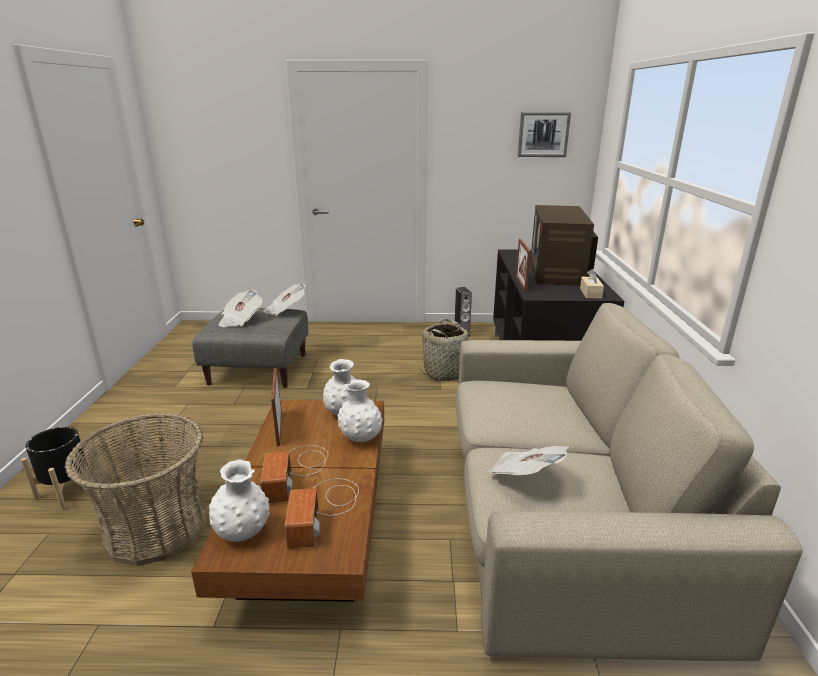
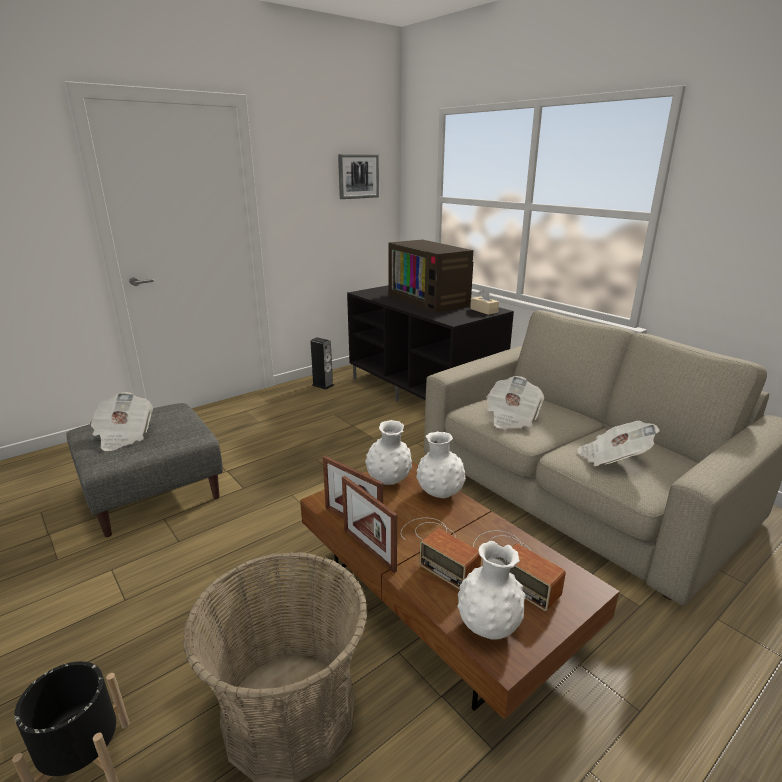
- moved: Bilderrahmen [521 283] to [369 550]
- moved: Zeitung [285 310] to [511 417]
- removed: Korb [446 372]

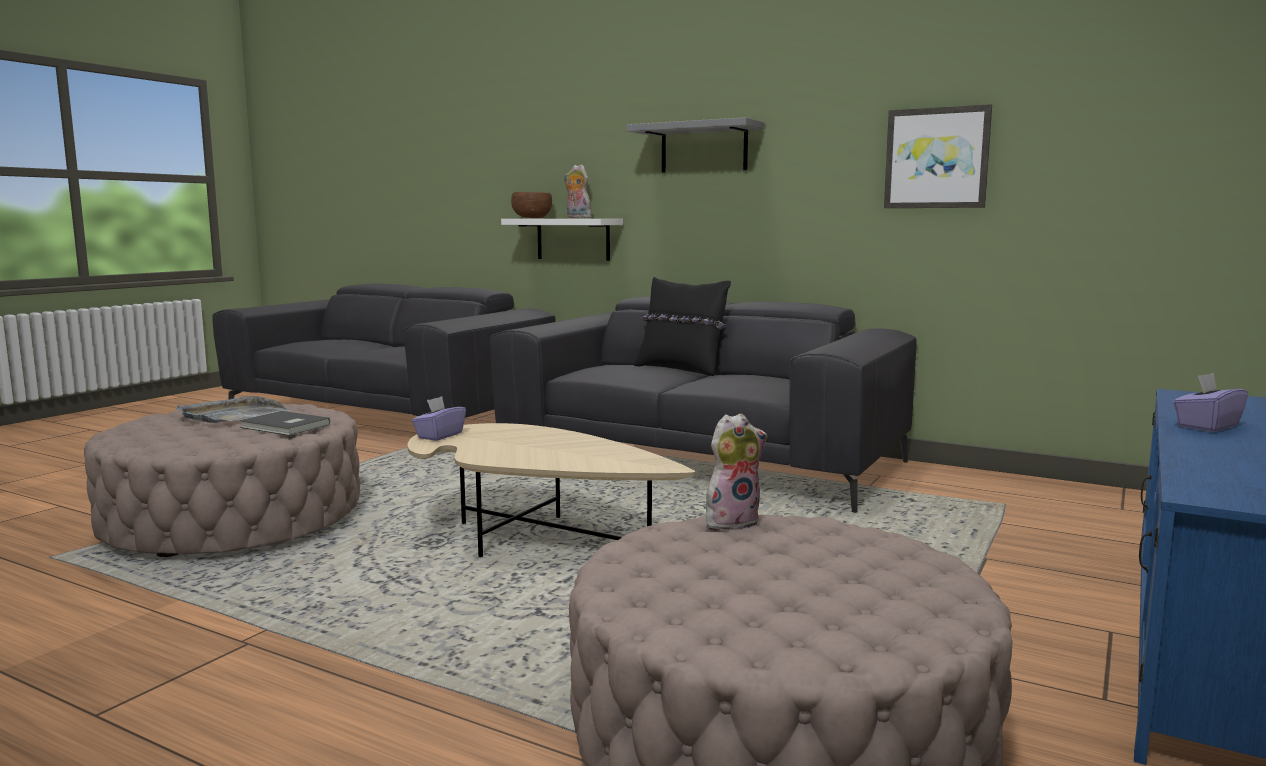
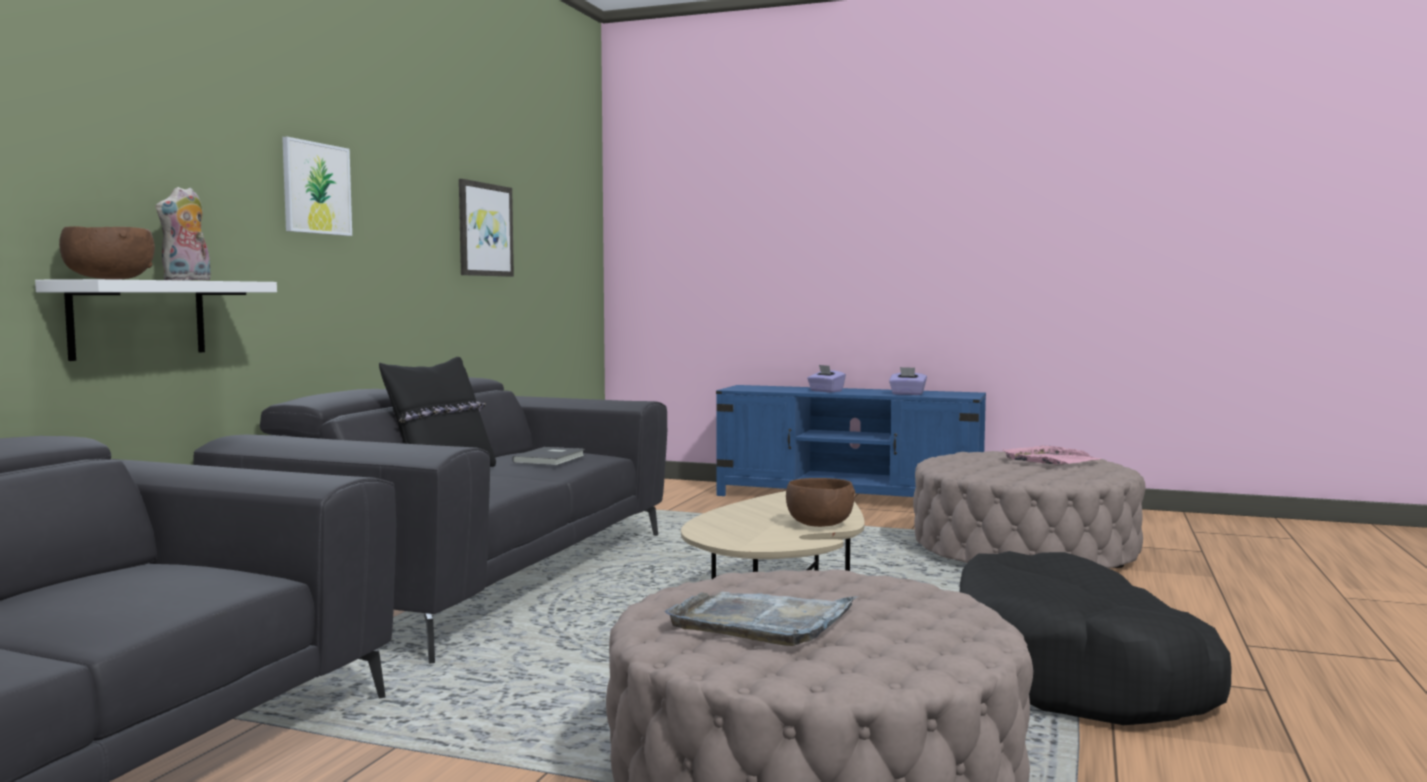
- replaced: Wandregal/grau [704 148] to Bild [316 188]
- moved: Buch/grau [284 426] to [551 459]
- added: Schüssel/braun [819 525]
- moved: Taschentuchbox/lila [439 435] to [907 394]
- added: Hundebett/schwarz [1078 674]
- added: Tablett/rosa [1050 460]
- removed: Plüschtier [732 521]

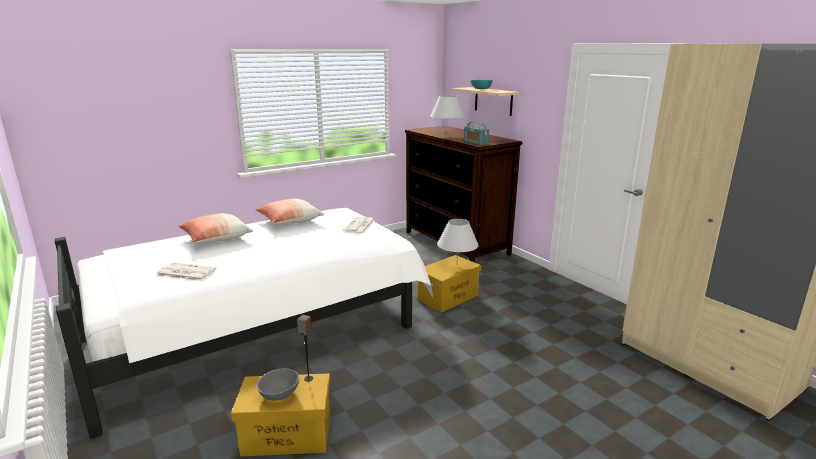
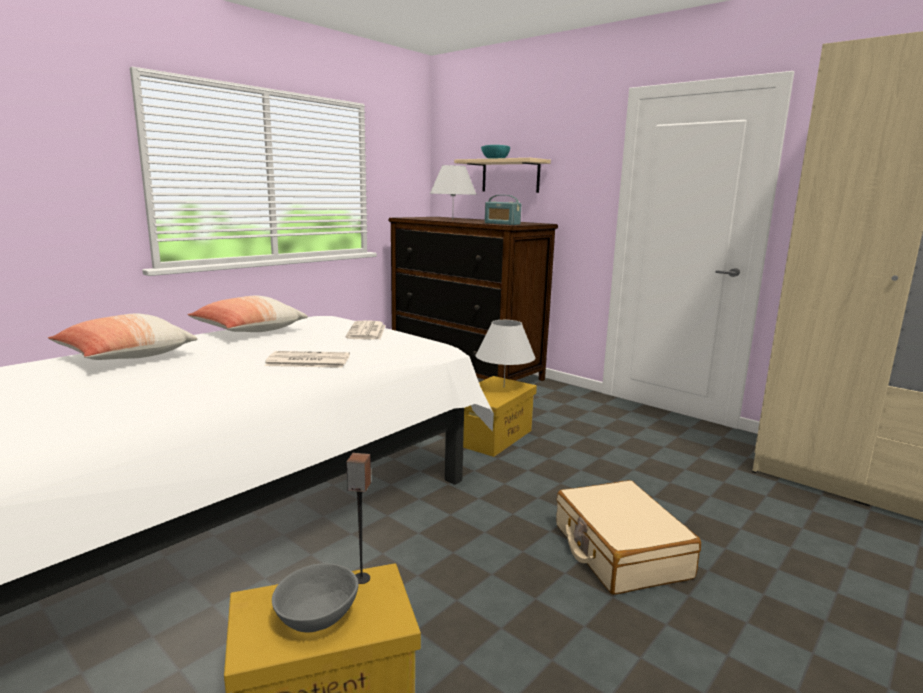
- moved: Zeitung [185 272] to [307 361]
- added: Koffer/beige [619 551]

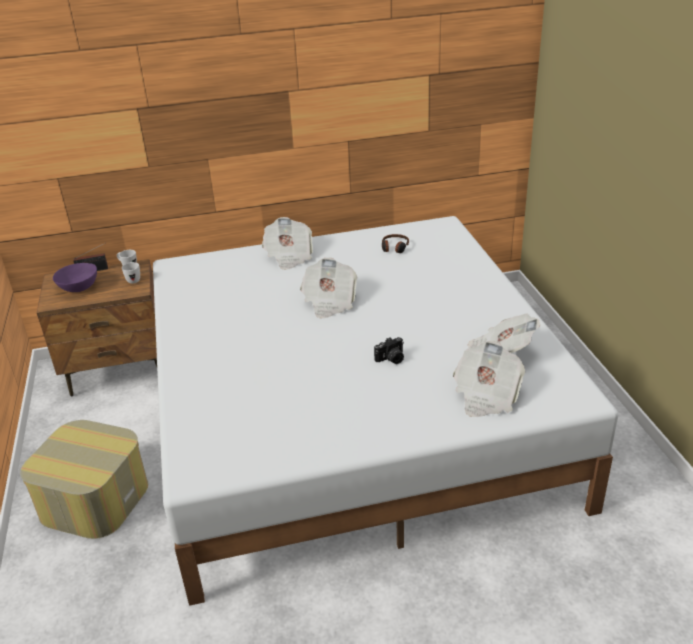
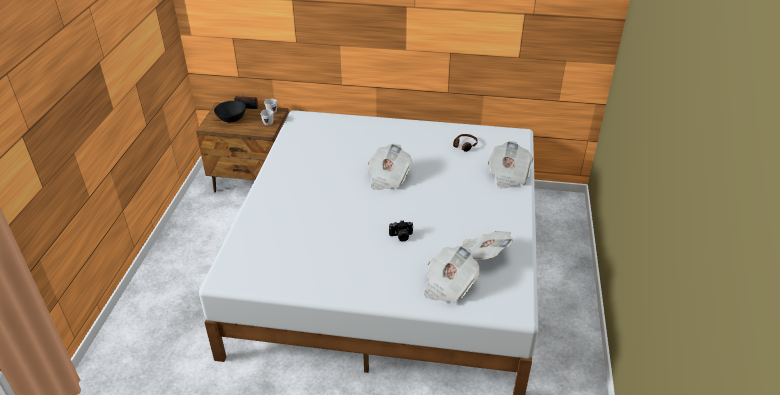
- recoloured: Schüssel/lila [78 287] to Schüssel/schwarz [231 118]
- moved: Zeitung [289 256] to [508 175]
- removed: Polsterhocker [94 498]

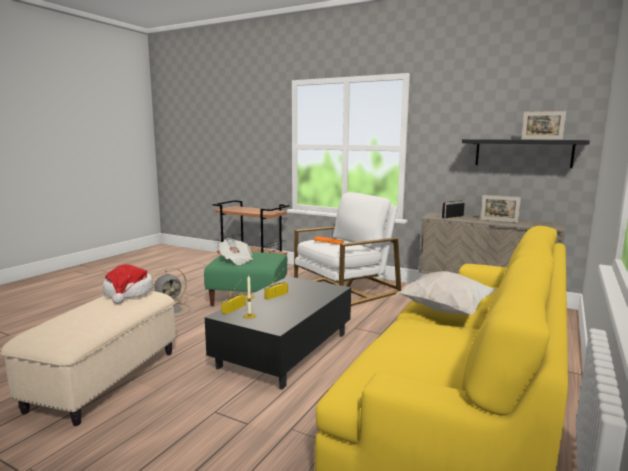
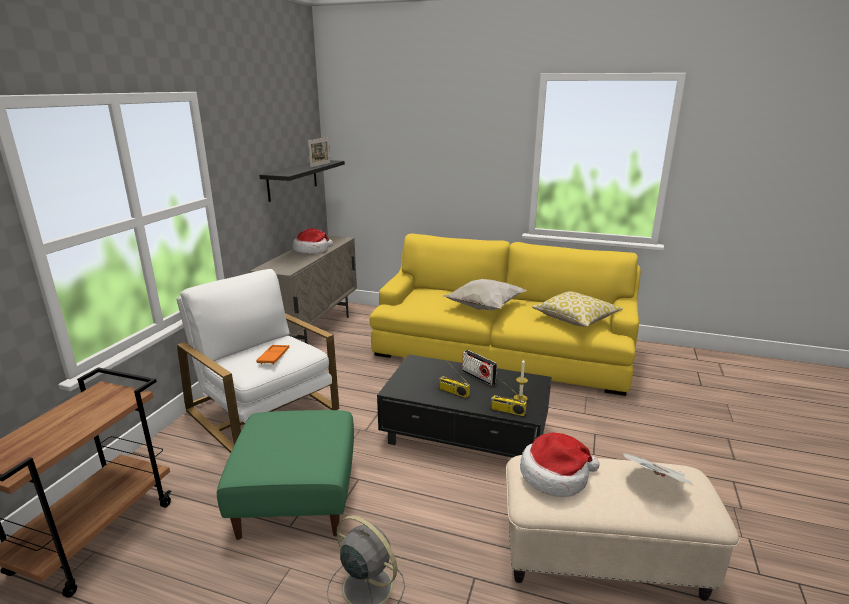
- replaced: Bilderrahmen [499 221] to Hut [312 250]
- moved: Radio [452 217] to [478 377]
- added: Kissen [575 318]
- moved: Zeitung [236 260] to [657 483]

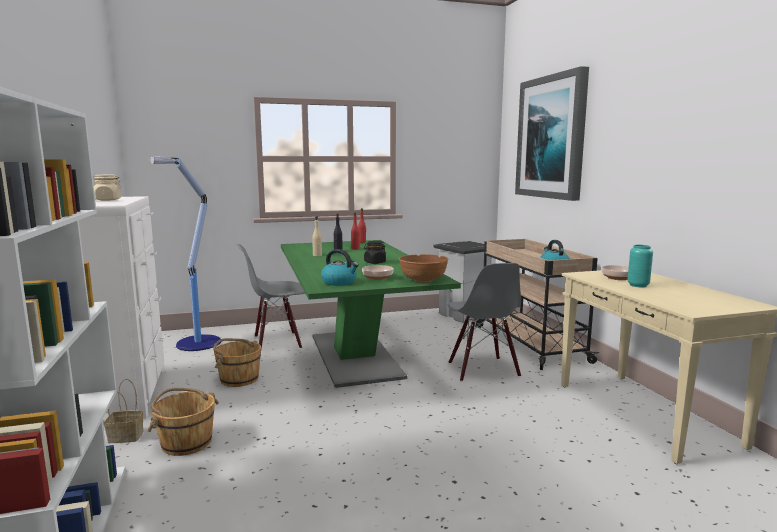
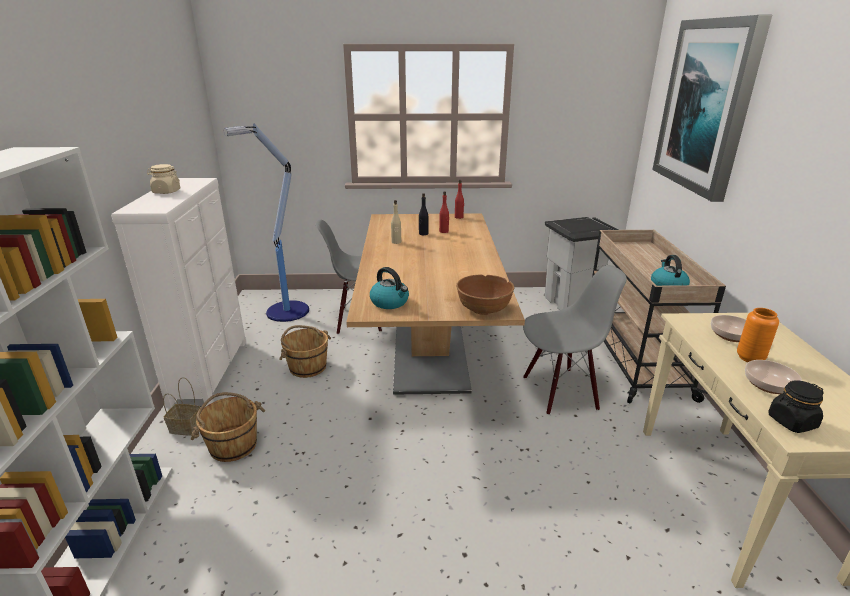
- recoloured: Esstisch/grün [354 356] to Esstisch/beige [429 351]
- turned: Stuhl/grau [482 370] = [559 392] 105 degrees counterclockwise
- recoloured: Vase/türkis [638 285] to Vase/orange [750 358]
- moved: Schüssel [378 278] to [769 386]
- moved: Vorratsglas/schwarz [374 262] to [791 422]

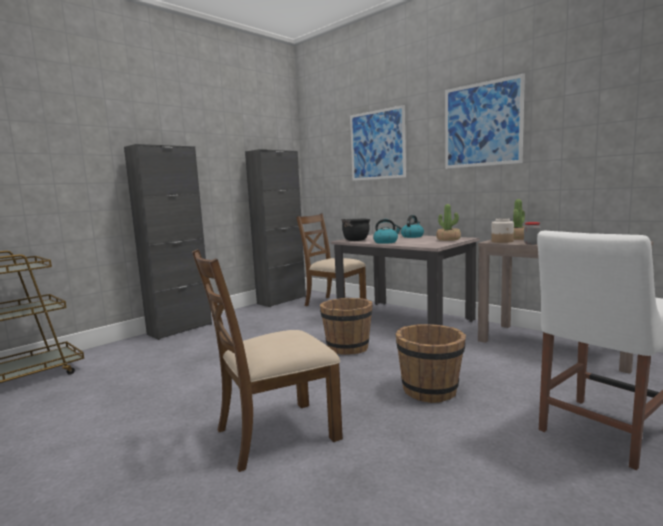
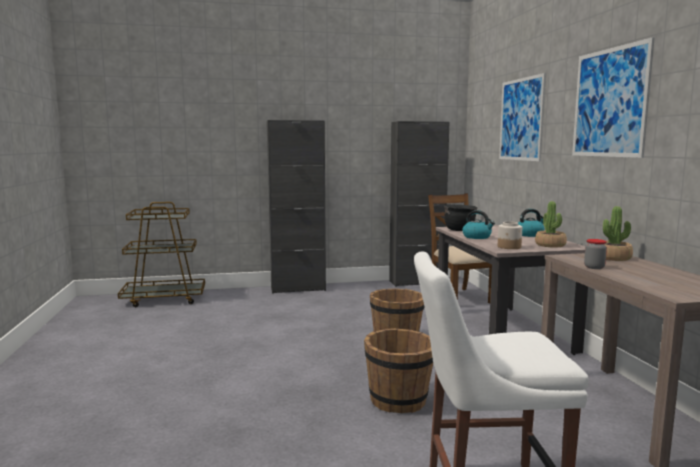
- moved: Vorratsglas [502 241] to [509 247]
- removed: Stuhl/braun [275 433]

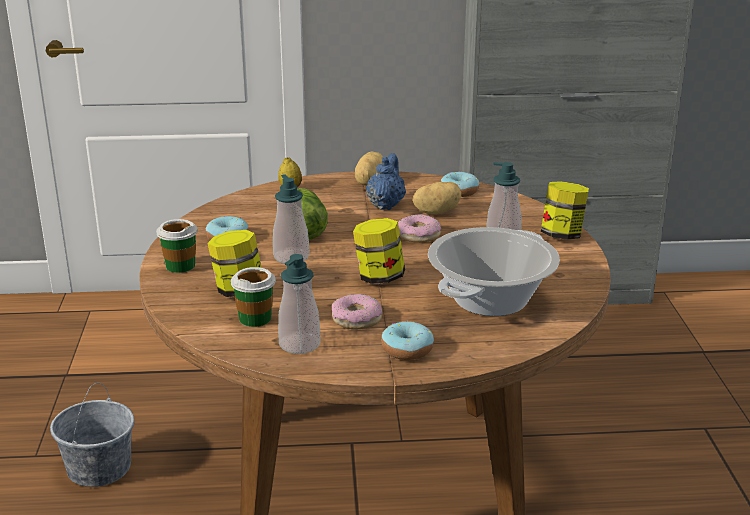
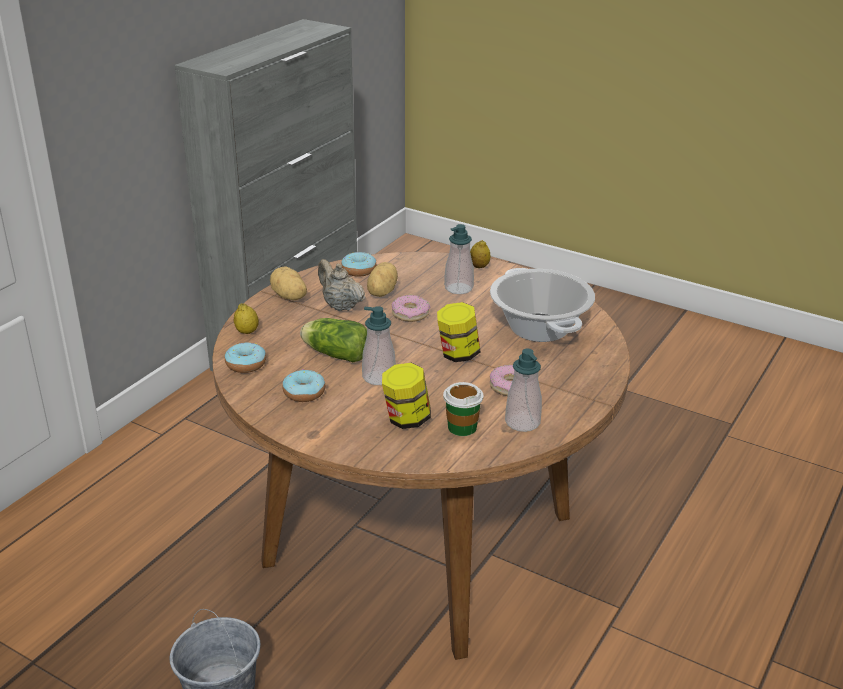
- moved: Donut [407 349] to [246 364]
- recoloured: Teekanne/blau [386 205] to Teekanne/beige [340 306]
- replaced: Vorratsglas [562 235] to Zitrone [479 266]
- removed: Tasse [180 266]

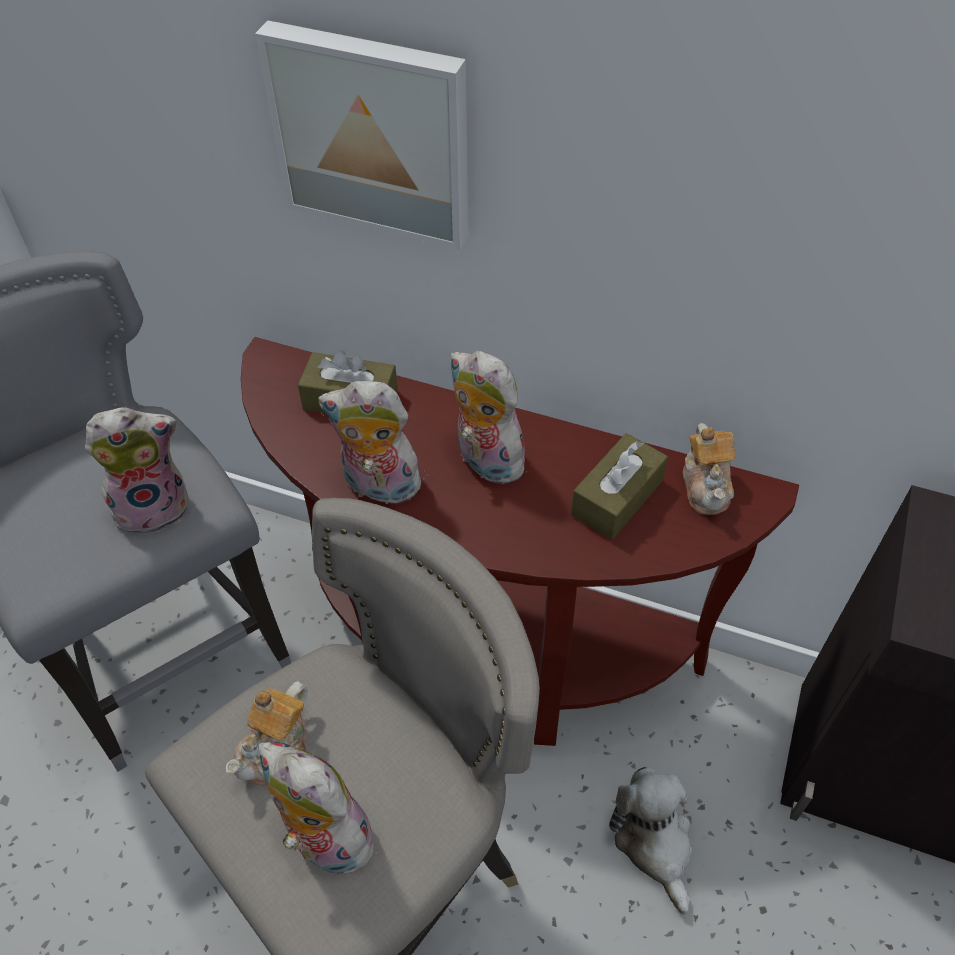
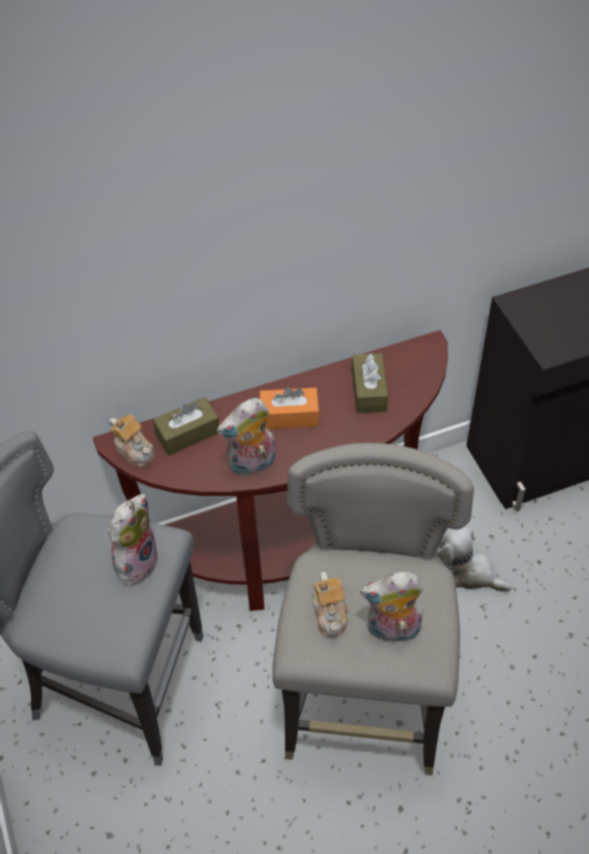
- moved: Teekanne [706 485] to [134 450]
- replaced: Plüschtier [484 460] to Taschentuchbox/orange [289 416]
- removed: Bild [373 133]

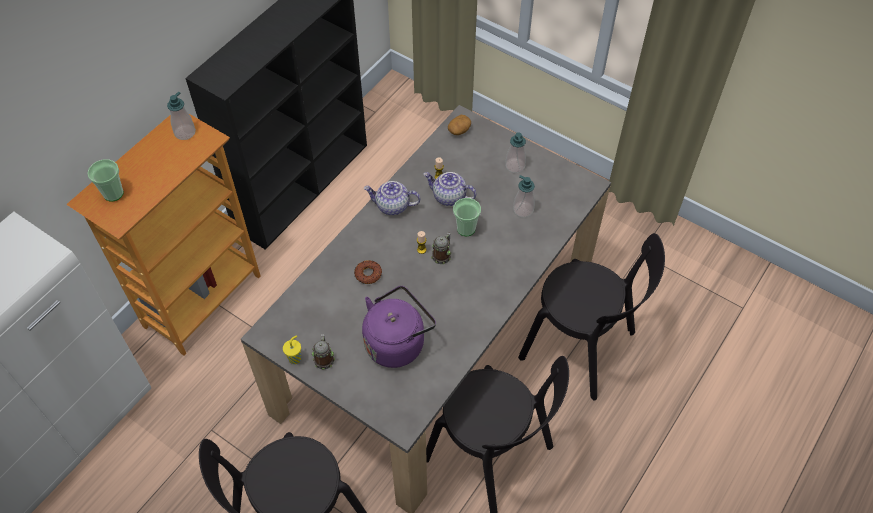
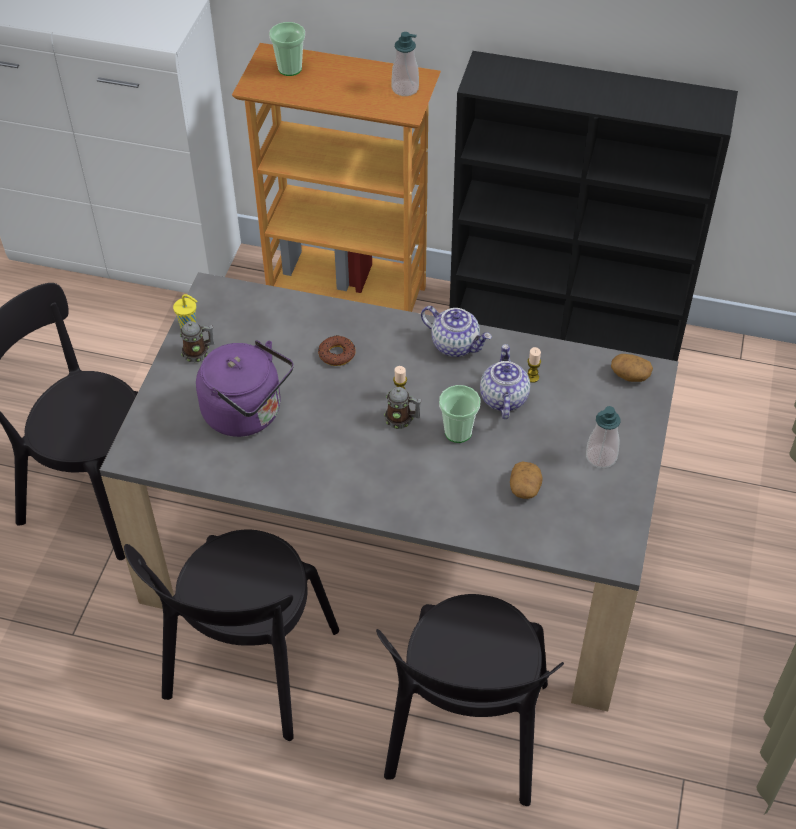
- turned: Teekanne [392 206] = [456 344] 135 degrees clockwise
- replaced: Seifenspender [523 210] to Kartoffel [525 488]

